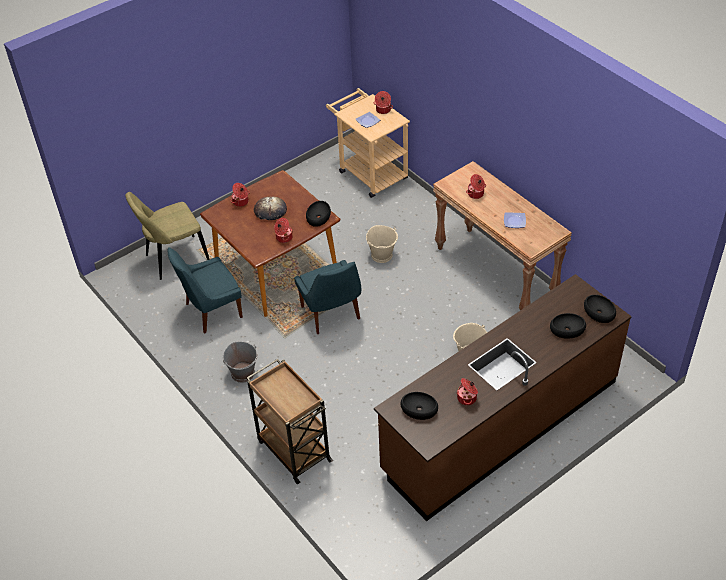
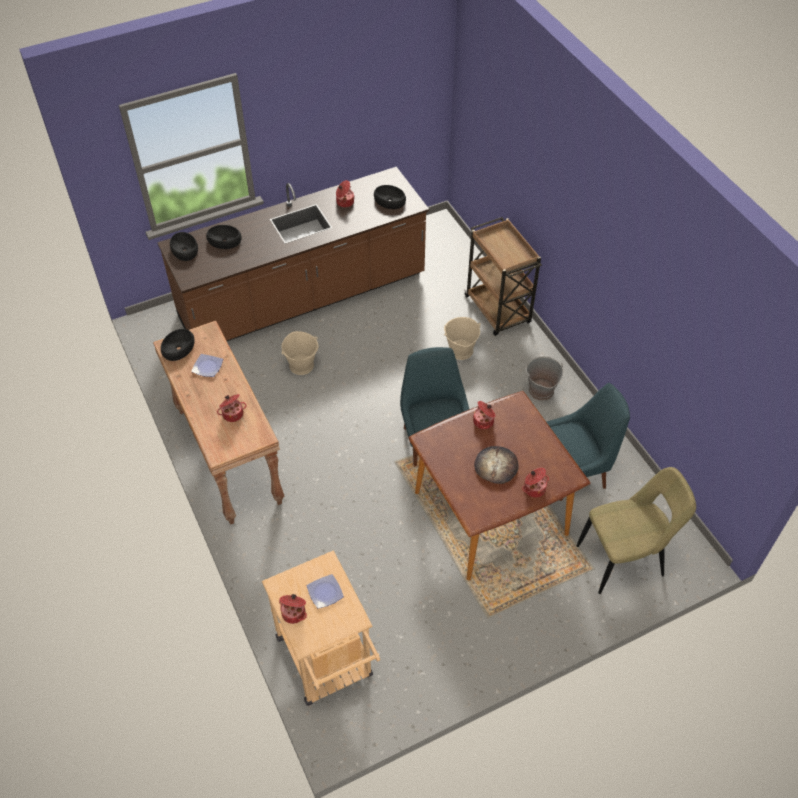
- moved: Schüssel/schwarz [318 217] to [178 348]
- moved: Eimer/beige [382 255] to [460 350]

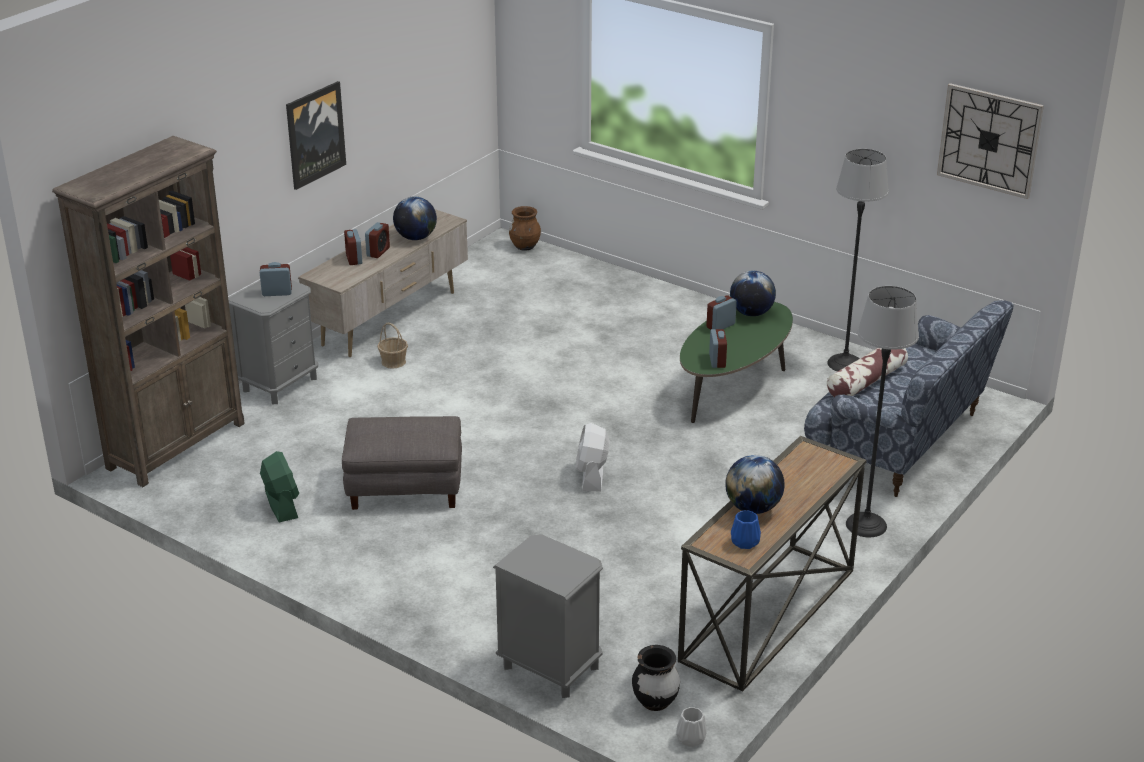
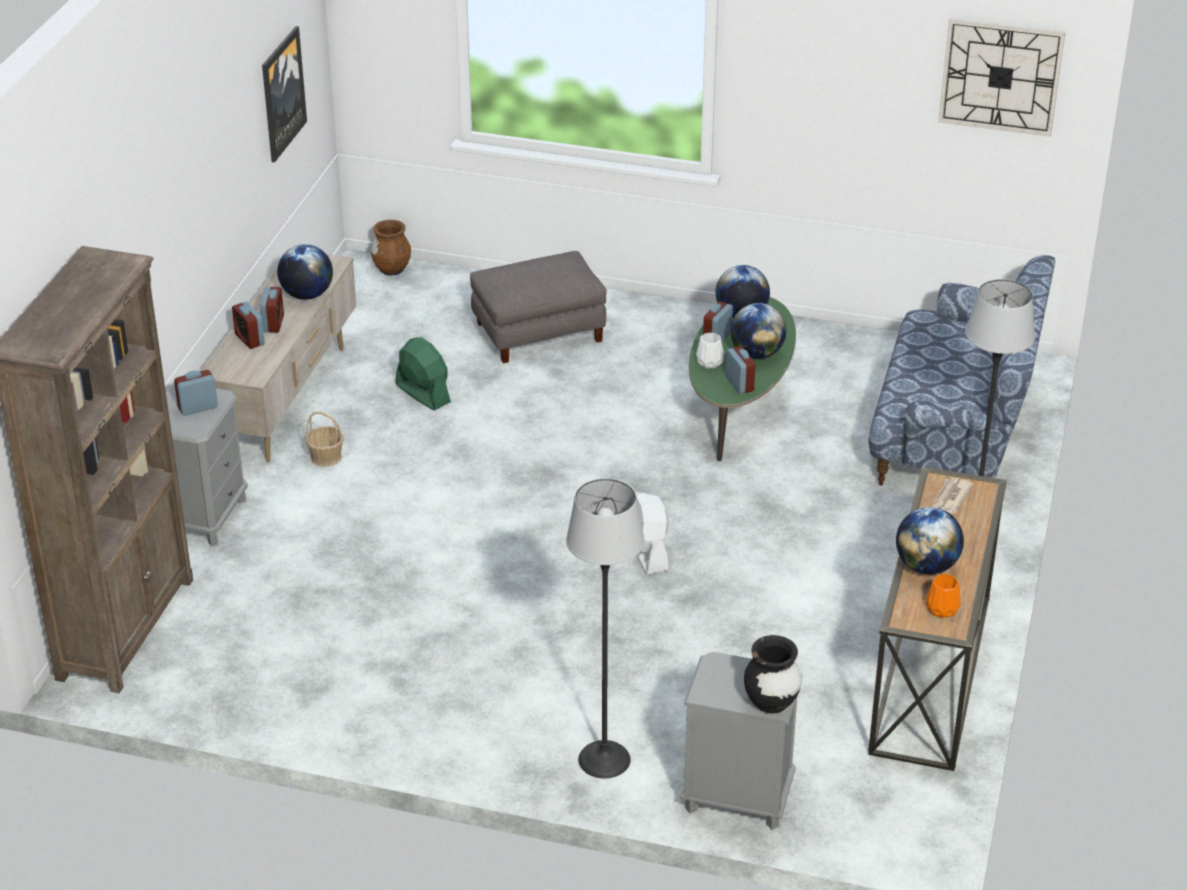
- moved: Bild [315 134] to [282 93]
- moved: Ventilator/grün [281 504] to [423 393]
- moved: Polsterhocker/grau [406 486] to [539 331]
- moved: Stehlampe [844 363] to [604 759]
- moved: Vase/weiß [690 738] to [709 362]
- added: Globus [757 354]
- moved: Vase/schwarz [655 702] to [771 703]
- recoloured: Vase/blau [745 542] to Vase/orange [942 609]
- added: Zeitung [950 498]
- removed: Kissen [866 382]

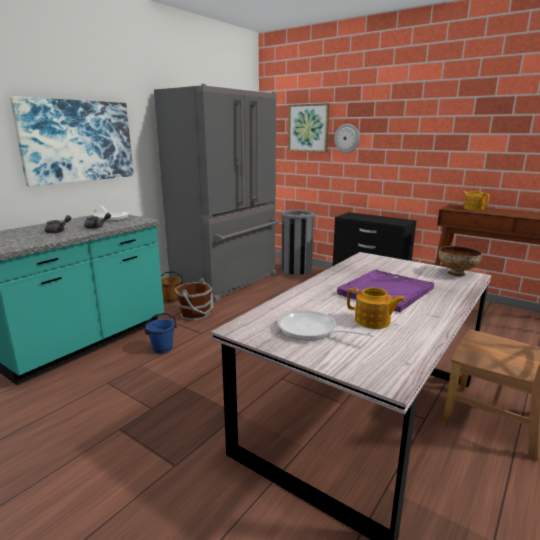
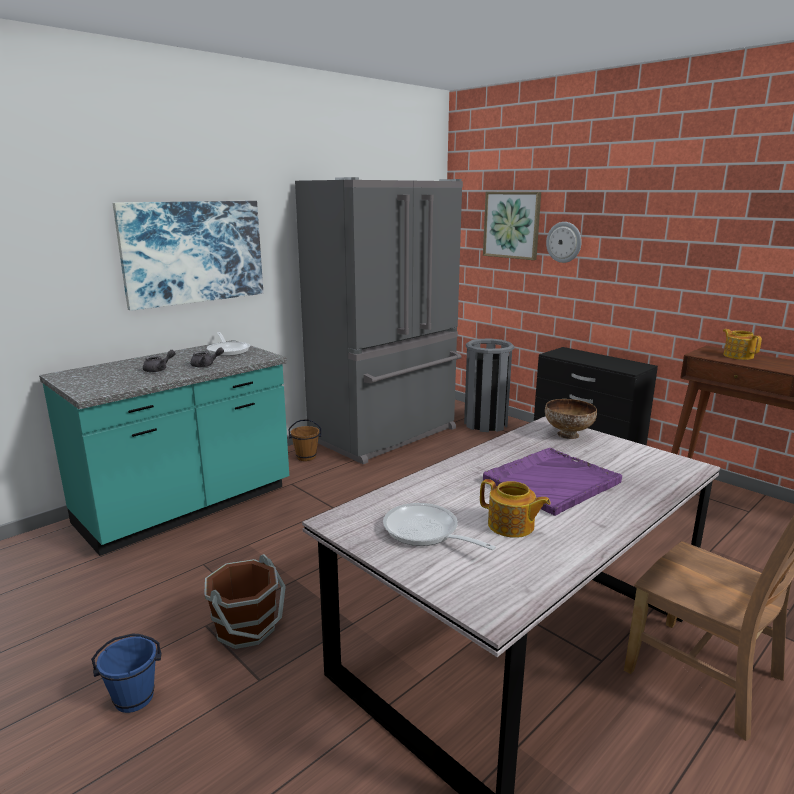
- moved: Eimer/blau [162 349] to [134 698]
- moved: Eimer/braun [195 314] to [247 628]
- moved: Schüssel [456 273] to [567 435]

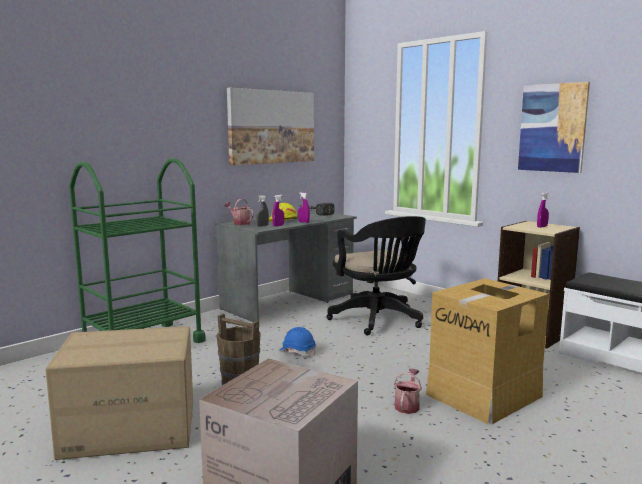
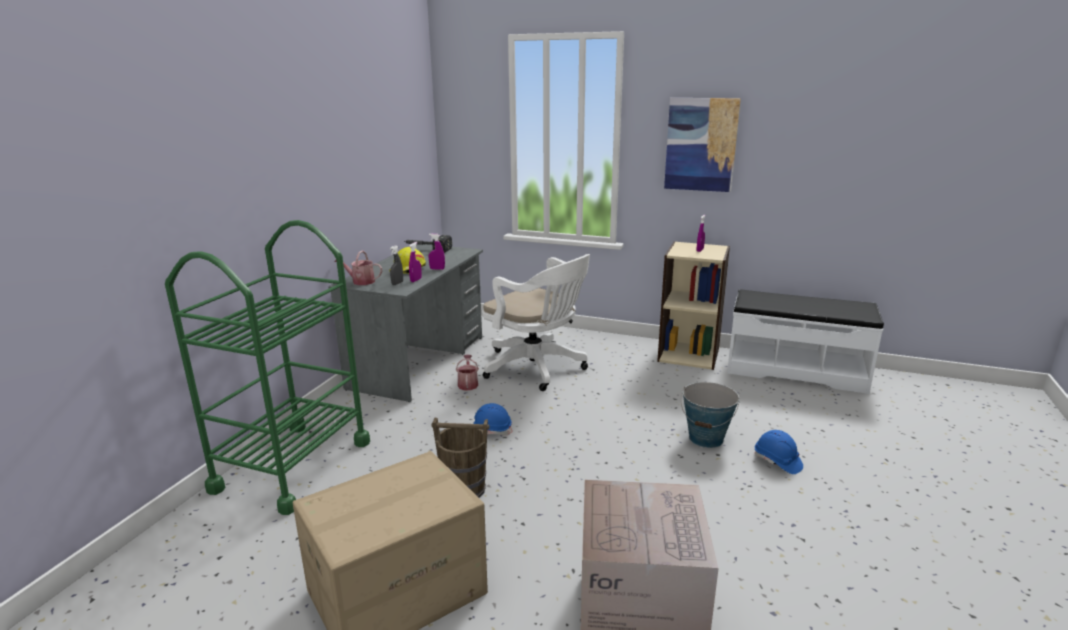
- moved: Gießkanne [407 405] to [468 384]
- recoloured: Bürostuhl/schwarz [378 320] to Bürostuhl/weiß [537 368]
- replaced: Karton [485 395] to Eimer [706 438]
- added: Schutzhelm/blau [777 461]
- removed: Bild [271 127]

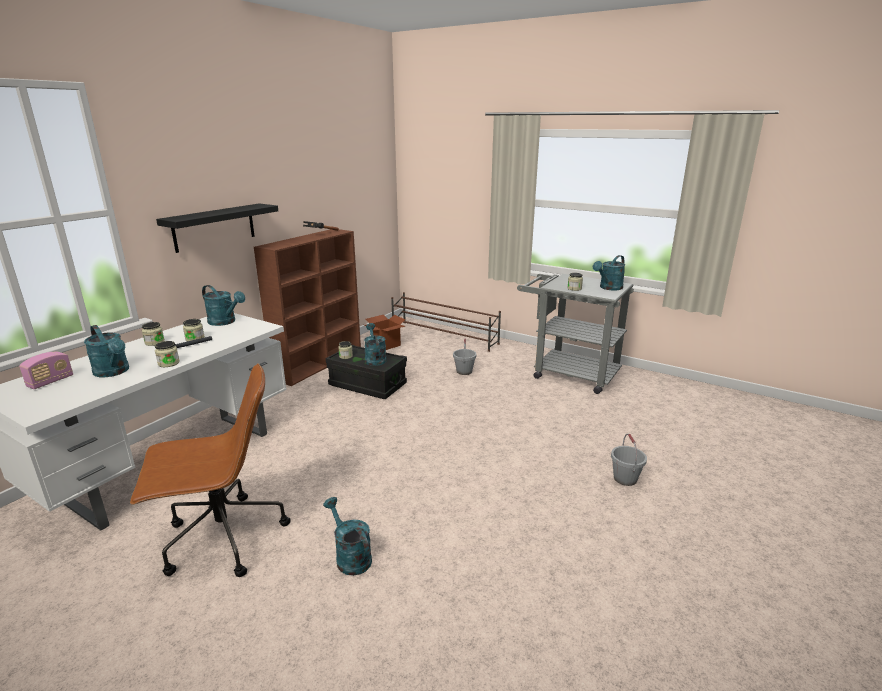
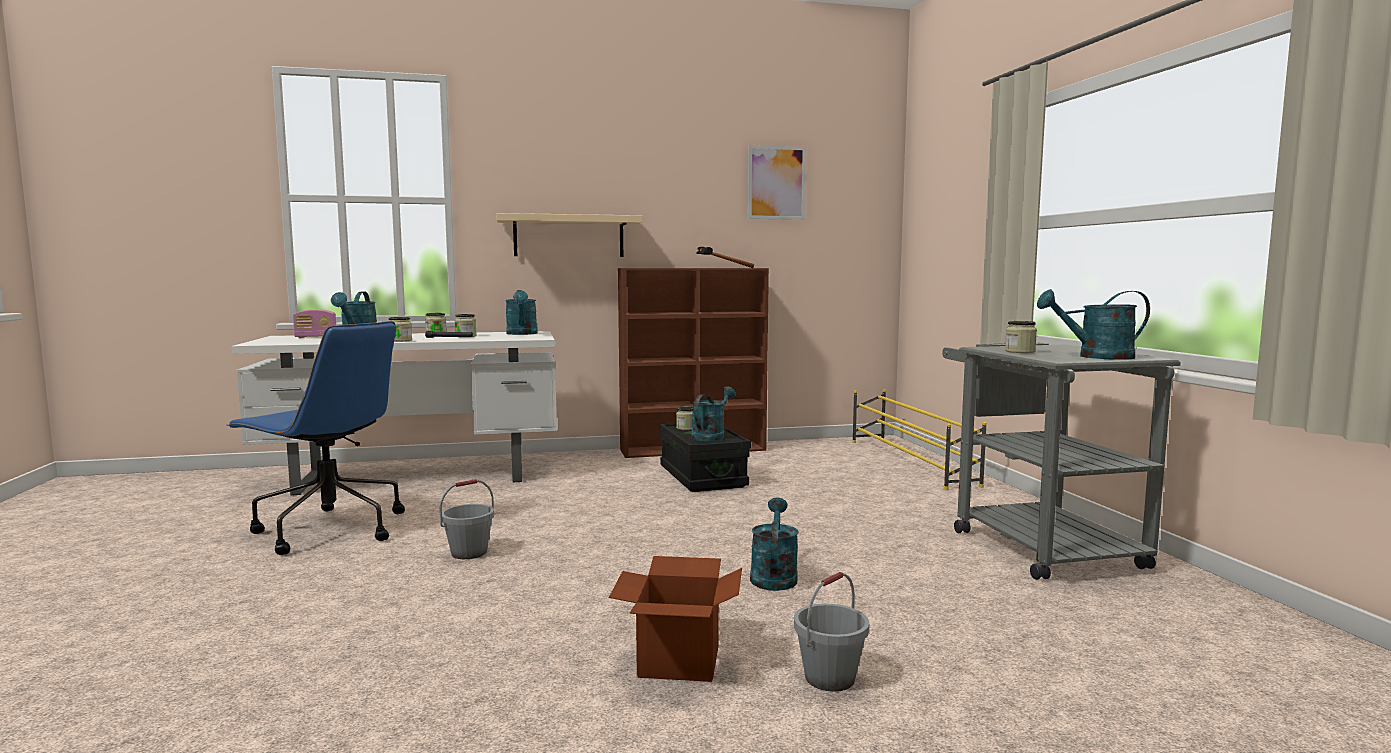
- recoloured: Bürostuhl/braun [222 538] to Bürostuhl/blau [329 529]
- moved: Eimer/grau [464 371] to [469 553]
- recoloured: Wandregal/schwarz [214 227] to Wandregal/beige [569 236]
- moved: Karton [386 345] to [679 661]
- added: Bild [776 183]
- moved: Gießkanne/türkis [350 556] to [773 576]
- recoloured: Schuhregal/braun [444 336] to Schuhregal/gelb [910 462]

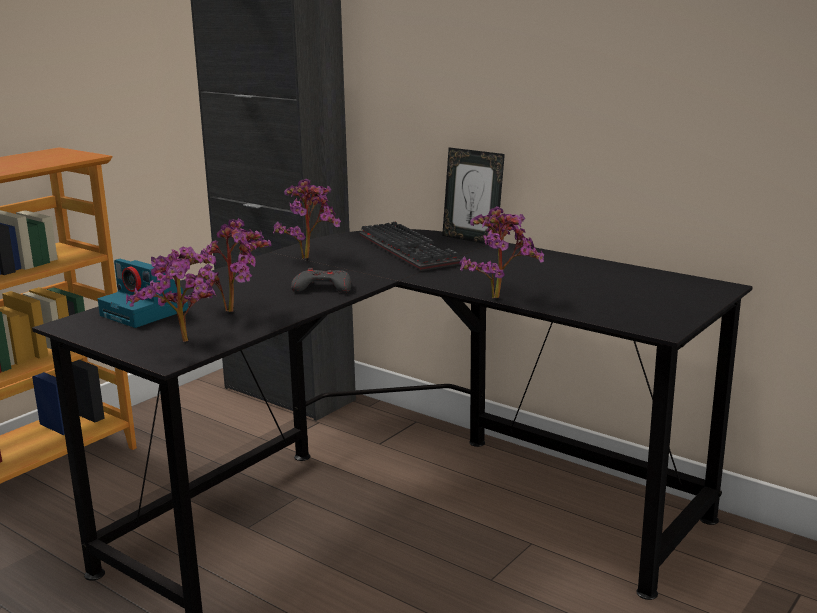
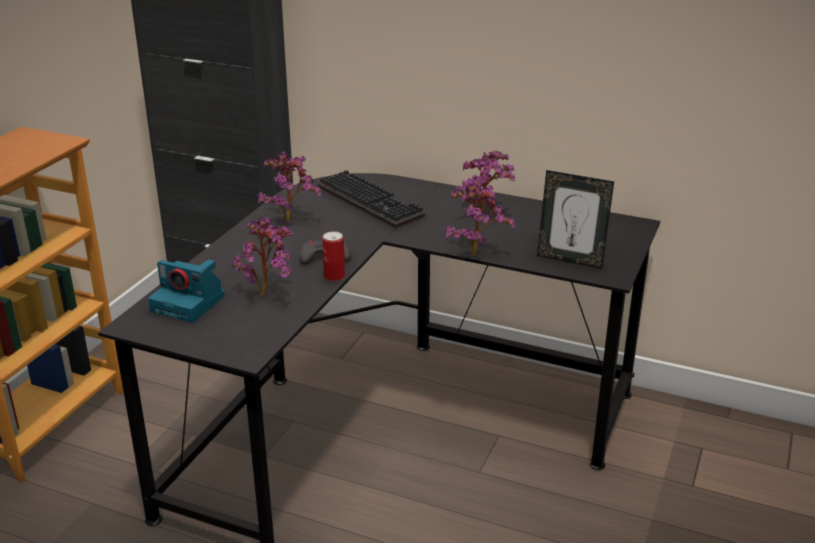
- added: Dose [334 276]
- moved: Topfpflanze [186 343] to [485 213]
- moved: Bilderrahmen [472 239] to [570 259]

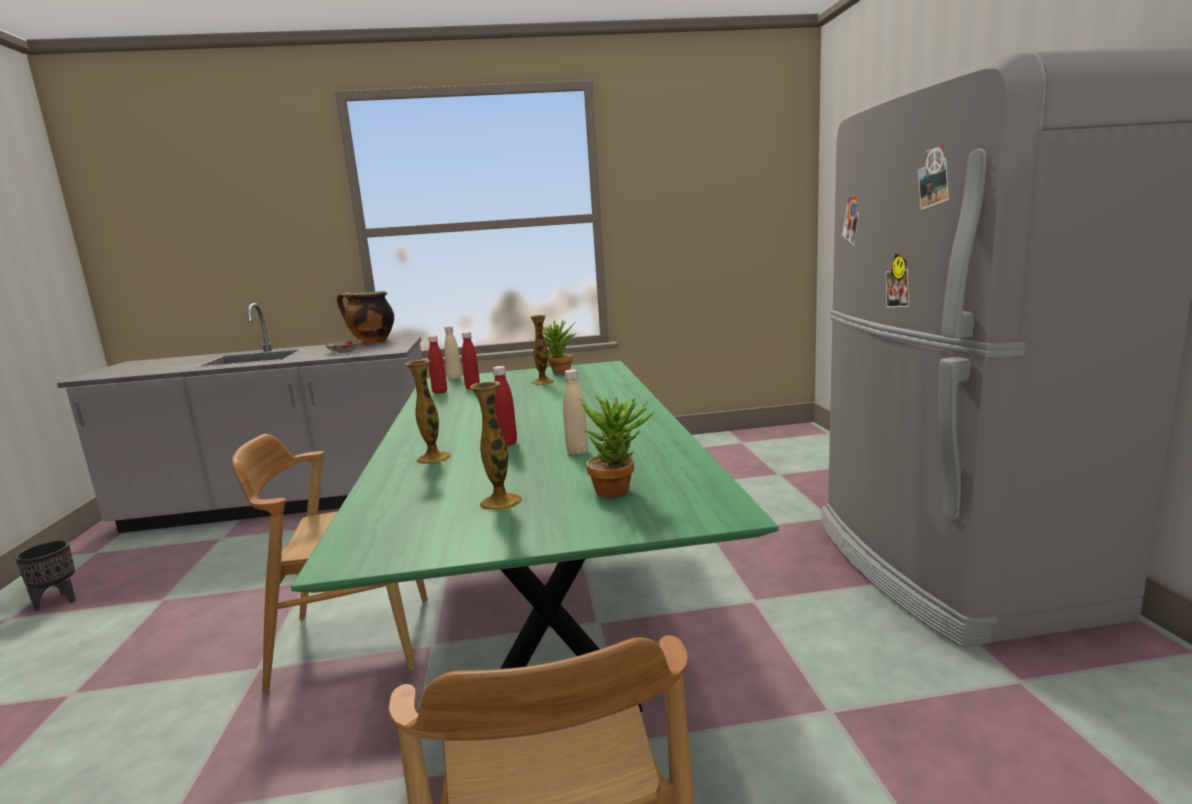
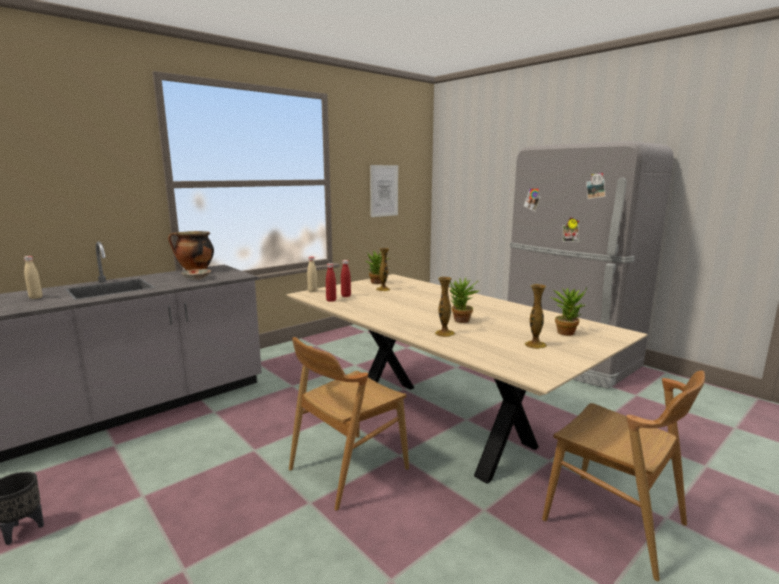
- moved: Flasche/beige [577 452] to [36 298]
- recoloured: Esstisch/grün [547 616] to Esstisch/beige [438 424]
- added: Bild [384 191]
- replaced: Flasche/rot [507 443] to Topfpflanze [461 321]

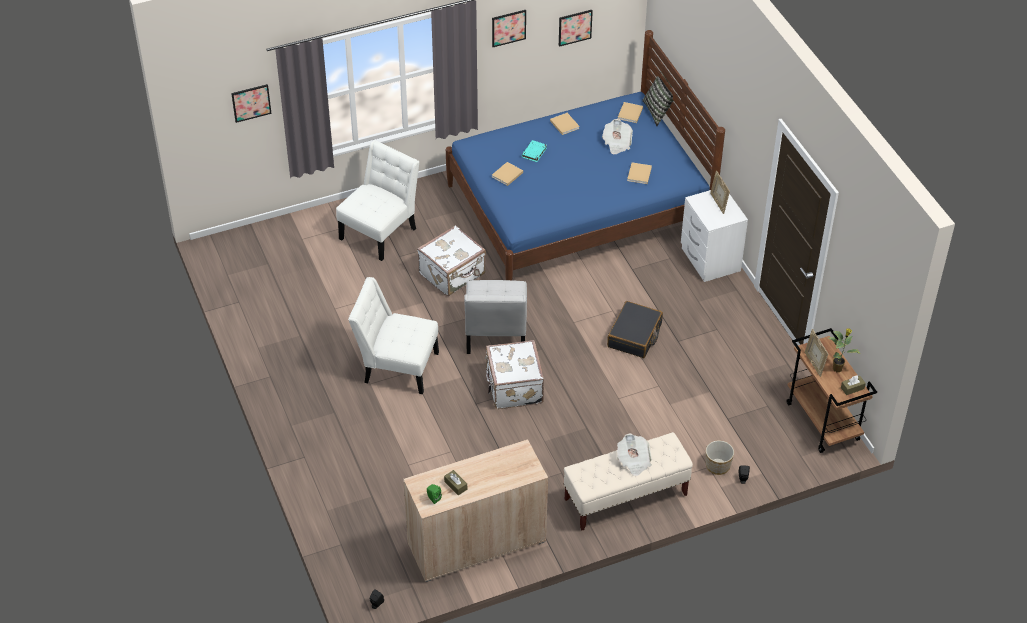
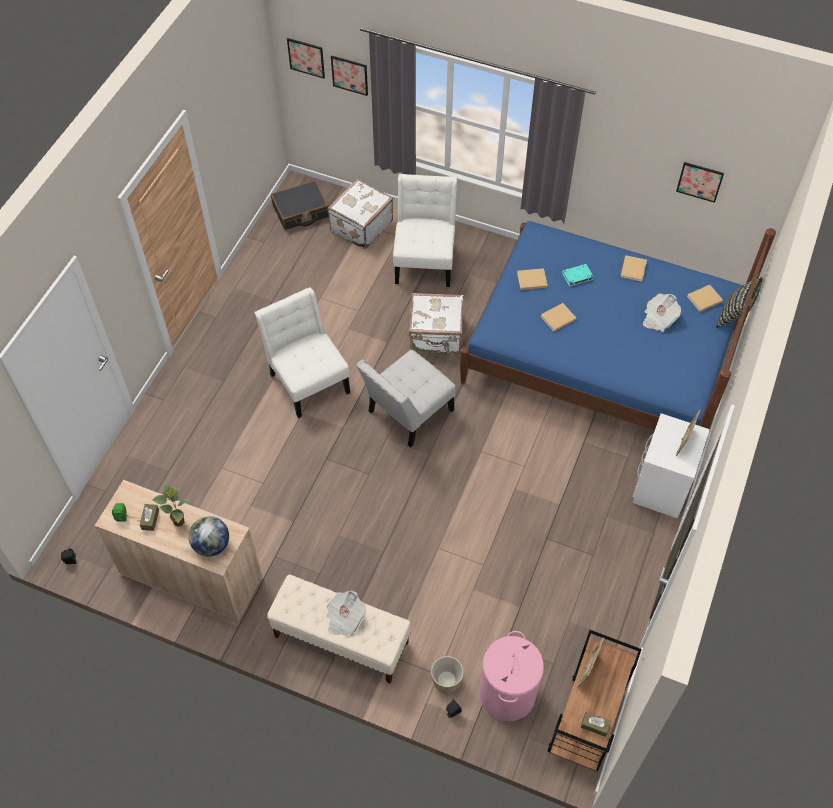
- moved: Topfpflanze [838 368] to [179 522]
- added: Globus [211 545]
- moved: Koffer/schwarz [635 336] to [301 211]
- moved: Bild [508 28] to [306 57]
- moved: Koffer/weiß [513 388] to [360 226]
- turned: Stuhl/weiß [380 231] = [425 260] 75 degrees counterclockwise
- added: Wäschekorb/rosa [507 693]
- moved: Buch/beige [639 174] to [557 318]

